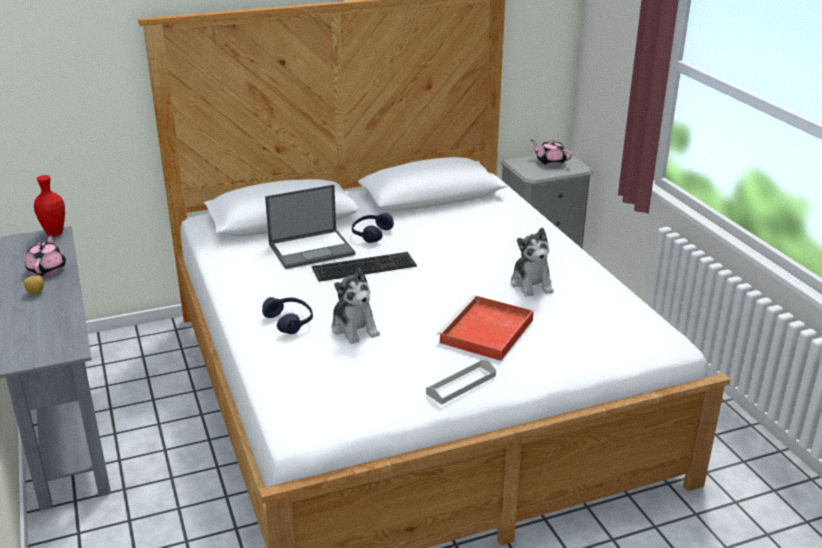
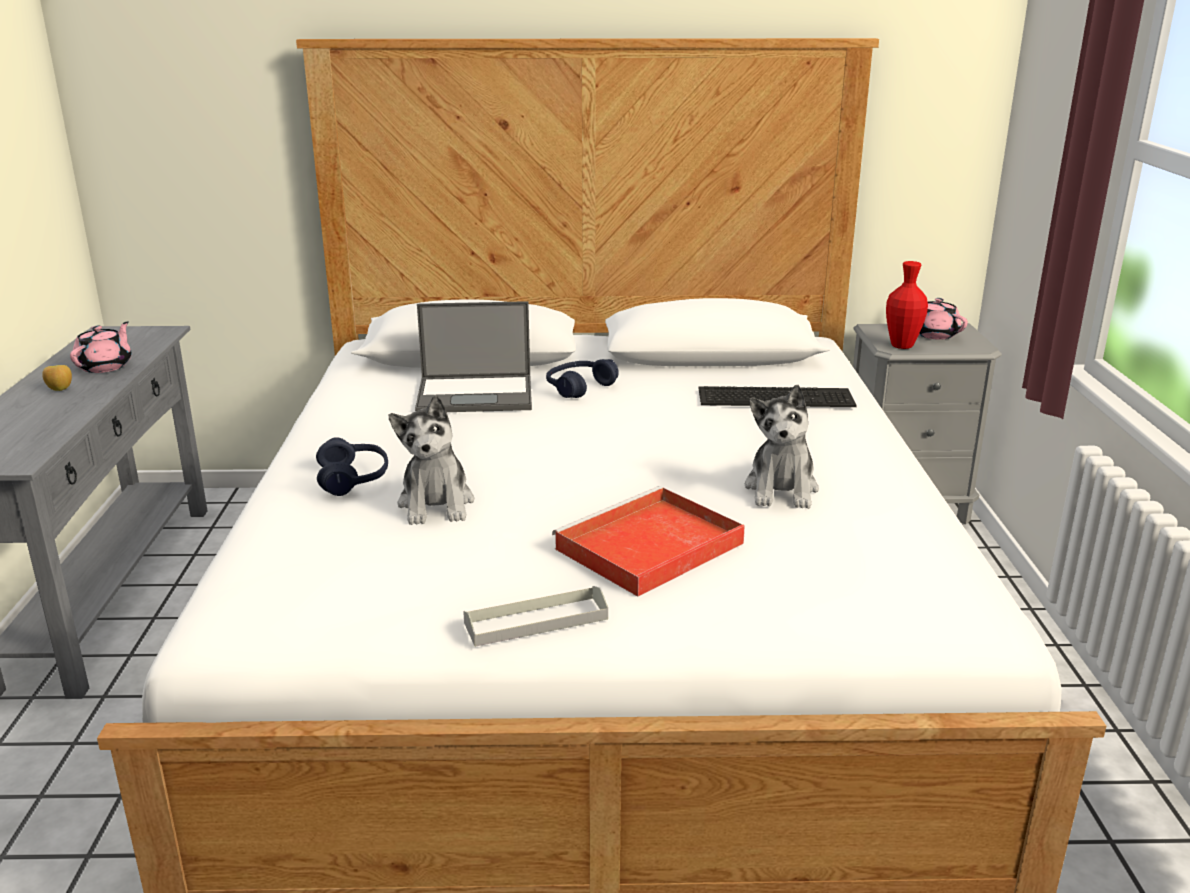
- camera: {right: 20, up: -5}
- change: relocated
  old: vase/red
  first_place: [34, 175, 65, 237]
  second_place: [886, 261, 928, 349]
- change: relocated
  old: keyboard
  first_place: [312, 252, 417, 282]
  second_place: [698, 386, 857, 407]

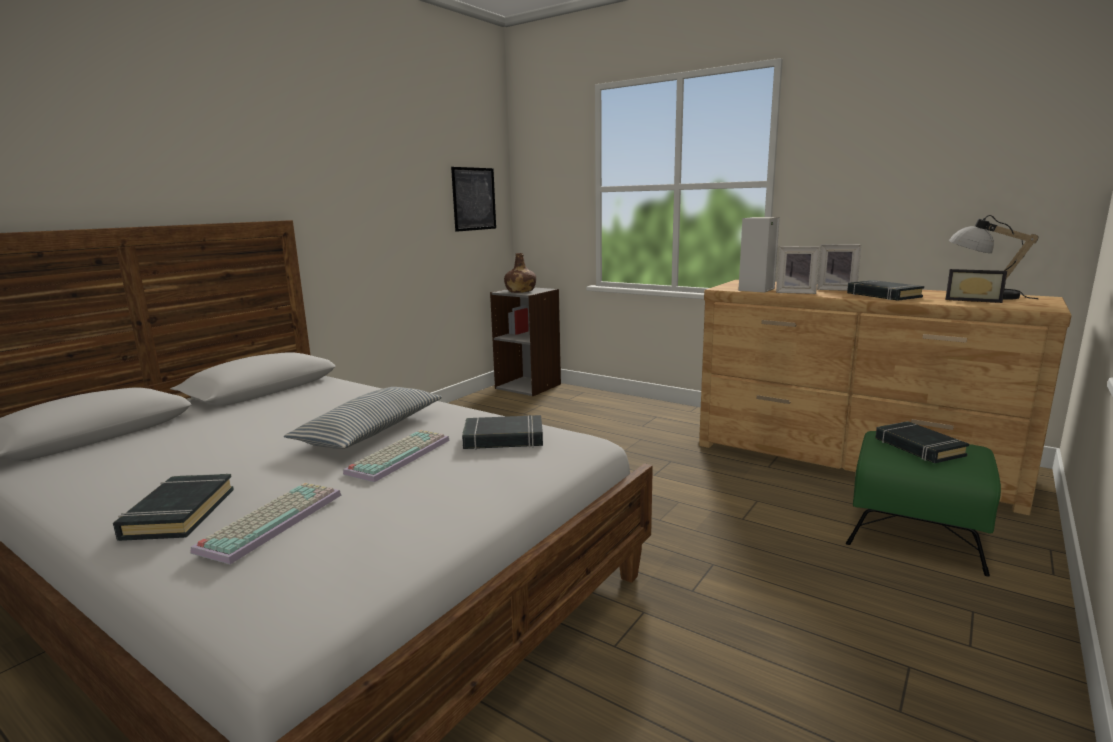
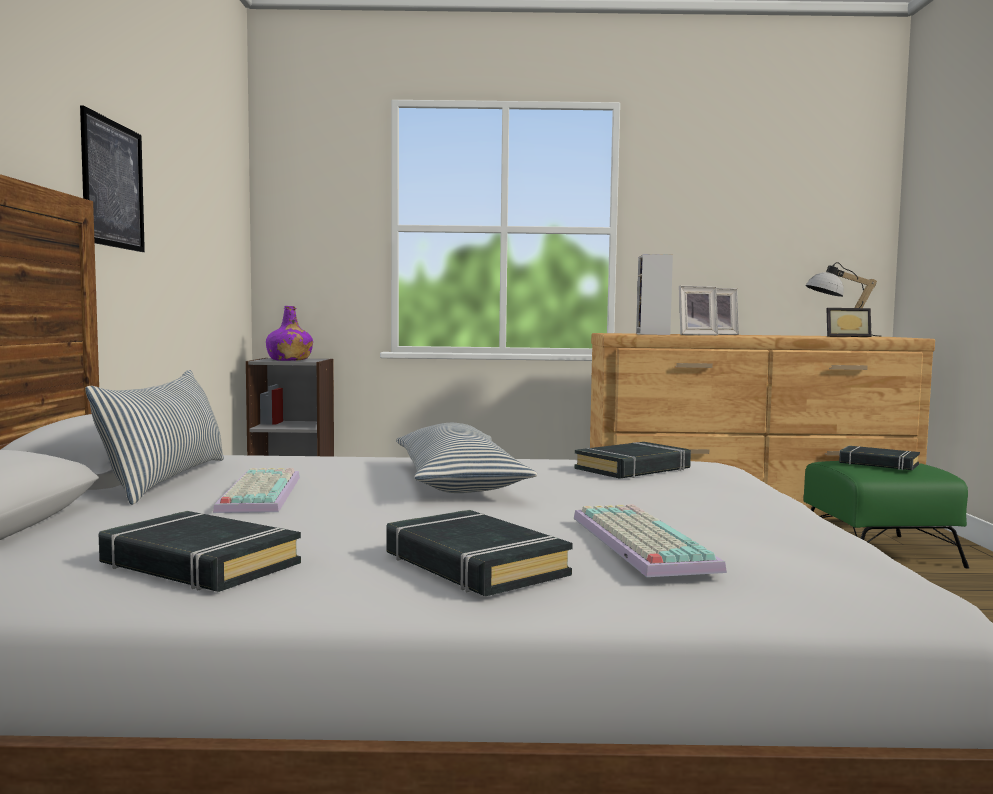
- camera: {right: -35, up: -10}
- change: relocated
  old: picture
  first_place: [451, 167, 496, 232]
  second_place: [80, 105, 145, 252]
- change: colour
  old: bottle/brown
  new: bottle/purple
  first_place: [504, 253, 536, 293]
  second_place: [266, 306, 313, 361]
- change: relocated
  old: book/black
  first_place: [847, 280, 924, 301]
  second_place: [99, 511, 301, 592]
- change: relocated
  old: keyboard
  first_place: [343, 430, 450, 482]
  second_place: [213, 468, 300, 513]
- change: appeared
  new: pillow
  second_place: [85, 370, 224, 505]

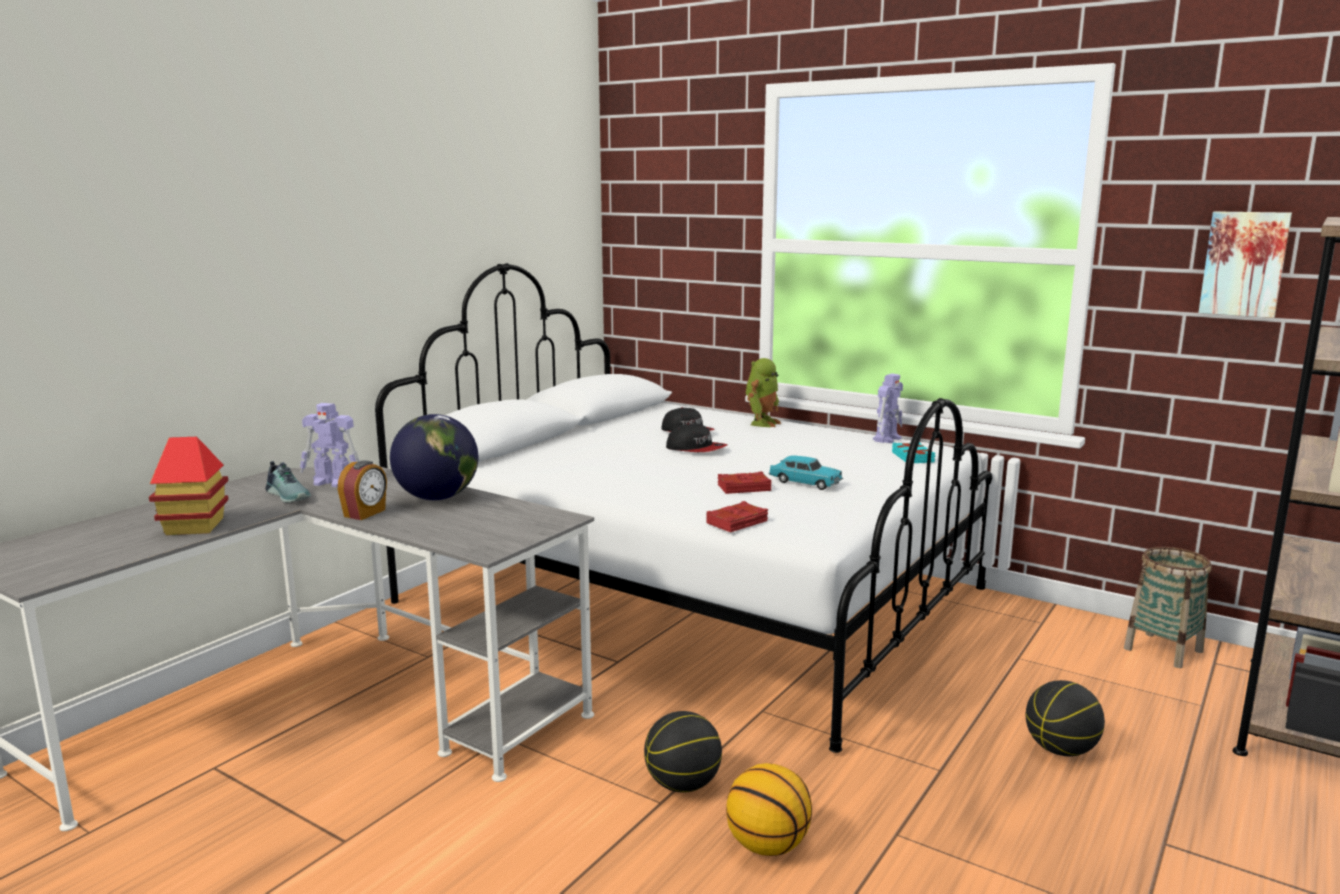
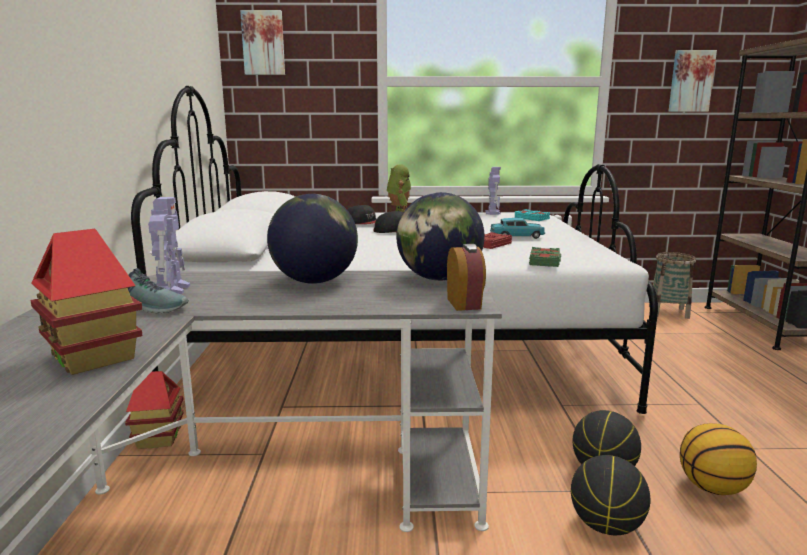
- camera: {right: -35, up: 0}
- change: spun
  old: toy robot
  first_place: [300, 403, 359, 487]
  second_place: [148, 197, 190, 294]
  degrees: -75
- change: relocated
  old: alarm clock
  first_place: [338, 460, 387, 520]
  second_place: [447, 244, 486, 311]
- change: colour
  old: book/red
  new: book/green
  first_place: [706, 501, 768, 532]
  second_place: [529, 247, 561, 267]
- change: relocated
  old: basketball
  first_place: [1026, 680, 1105, 756]
  second_place: [571, 455, 650, 535]
- change: appeared
  new: picture
  second_place: [240, 10, 285, 75]
- change: appeared
  new: globe
  second_place: [396, 192, 485, 281]
- change: appeared
  new: toy house
  second_place: [125, 371, 184, 449]

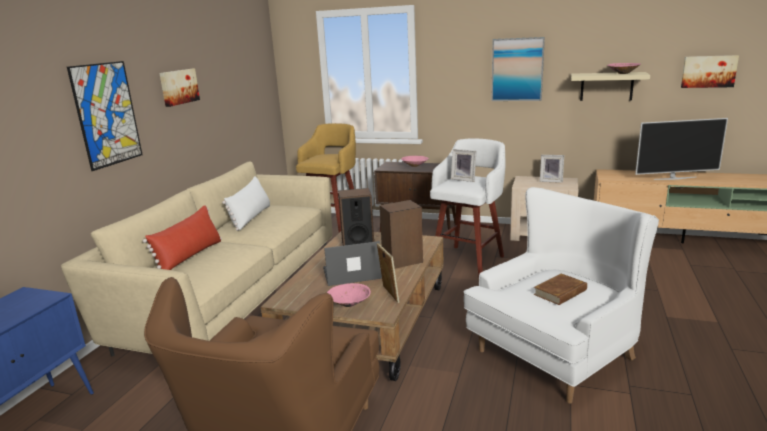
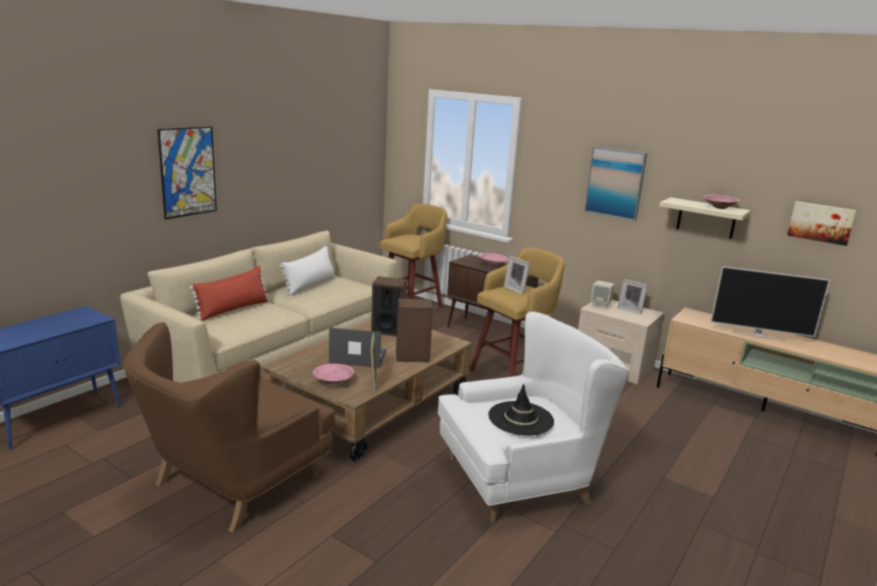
- camera: {right: 15, up: 0}
- change: missing
  old: picture
  first_place: [159, 69, 200, 107]
- change: colour
  old: stool/white
  new: stool/yellow
  first_place: [430, 139, 505, 277]
  second_place: [470, 247, 565, 377]
- change: exchanged
  old: book/brown
  new: hat/black
  first_place: [533, 273, 587, 305]
  second_place: [488, 384, 554, 436]
- change: appeared
  new: speaker/beige
  second_place: [591, 281, 615, 308]

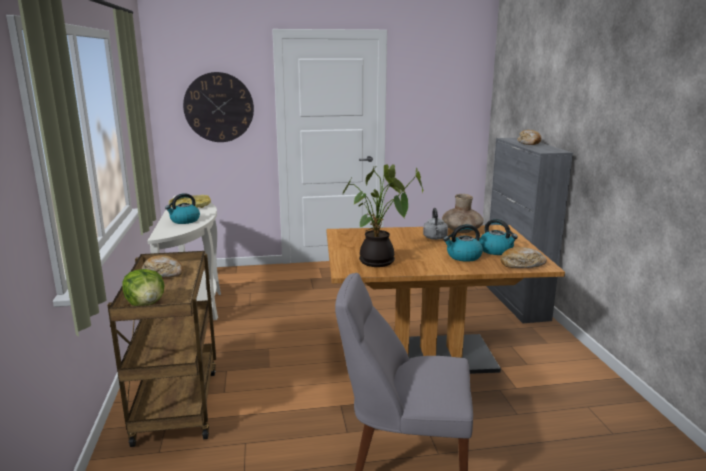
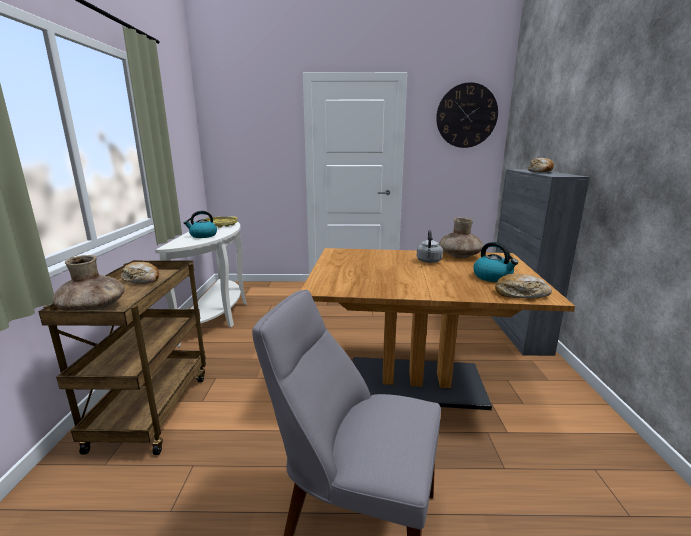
- camera: {right: 10, up: 0}
- change: relocated
  old: wall clock
  first_place: [183, 72, 254, 142]
  second_place: [436, 82, 498, 148]
- change: missing
  old: potted plant
  first_place: [342, 164, 423, 267]
- change: missing
  old: kettle
  first_place: [443, 224, 483, 262]
- change: exchanged
  old: lettuce
  new: vase/brown
  first_place: [122, 269, 165, 306]
  second_place: [52, 255, 125, 311]

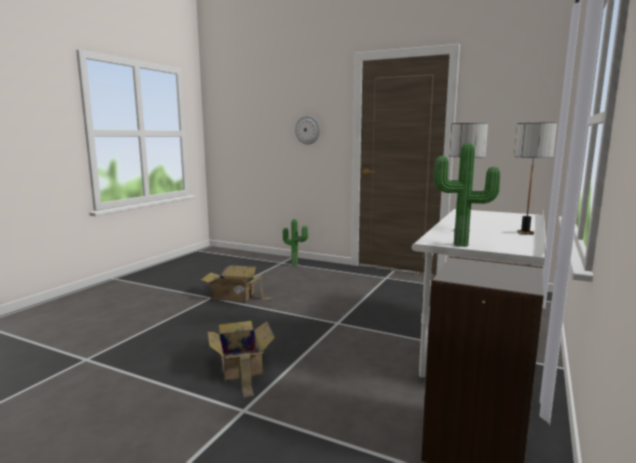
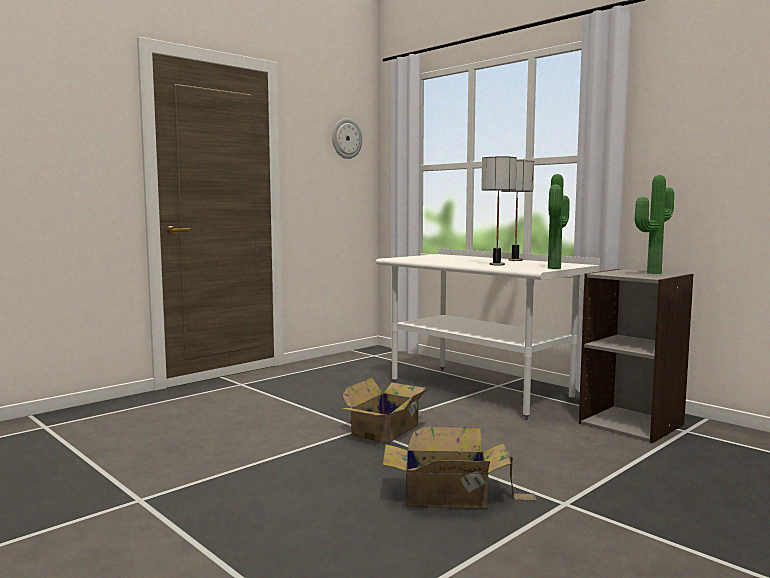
- camera: {right: -70, up: -5}
- change: relocated
  old: wall clock
  first_place: [295, 115, 320, 145]
  second_place: [332, 118, 362, 159]
- change: relocated
  old: potted plant
  first_place: [283, 219, 308, 266]
  second_place: [635, 175, 674, 274]
- change: relocated
  old: cardboard box
  first_place: [200, 265, 273, 302]
  second_place: [341, 377, 431, 443]

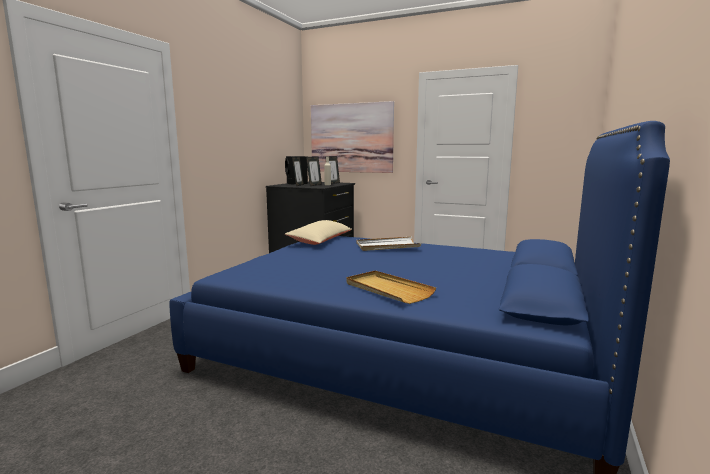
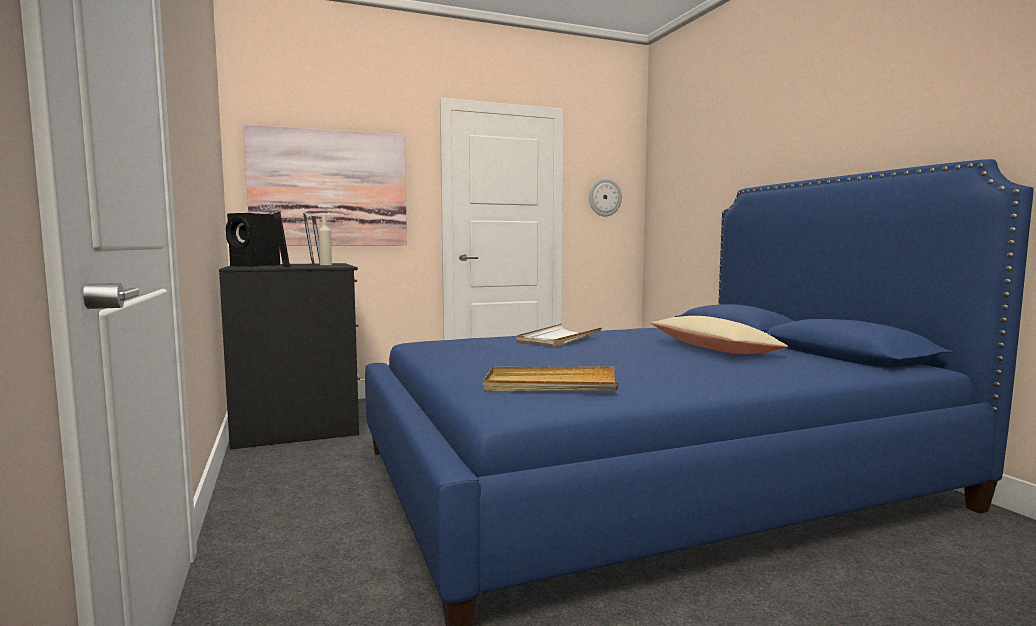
- camera: {right: -45, up: -5}
- change: relocated
  old: pillow/beige
  first_place: [285, 220, 352, 245]
  second_place: [651, 316, 789, 354]
- change: relocated
  old: tray/beige
  first_place: [346, 270, 436, 304]
  second_place: [483, 367, 618, 391]
- change: appeared
  new: wall clock
  second_place: [589, 178, 622, 216]

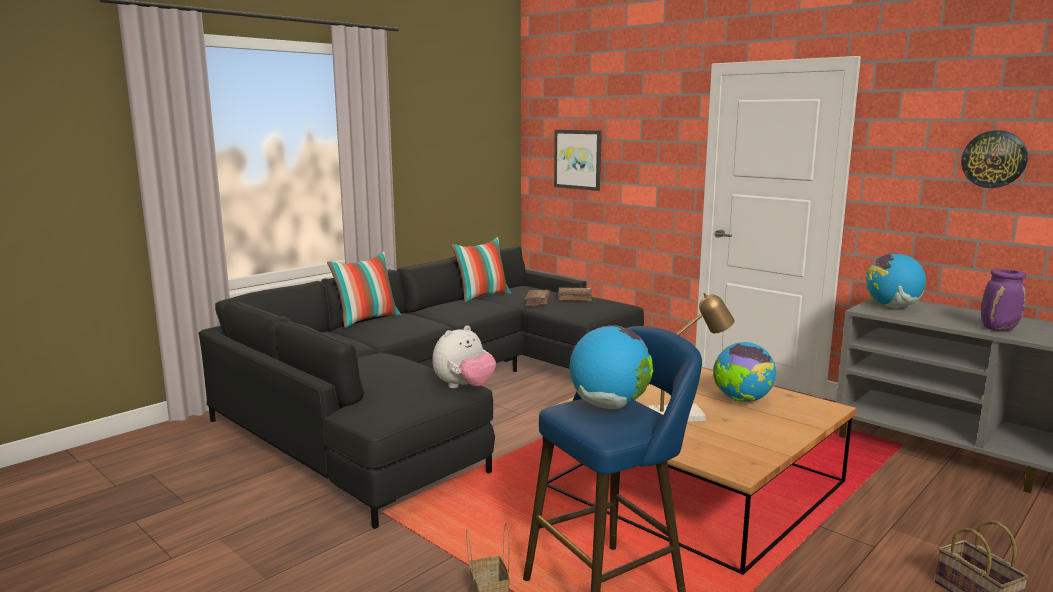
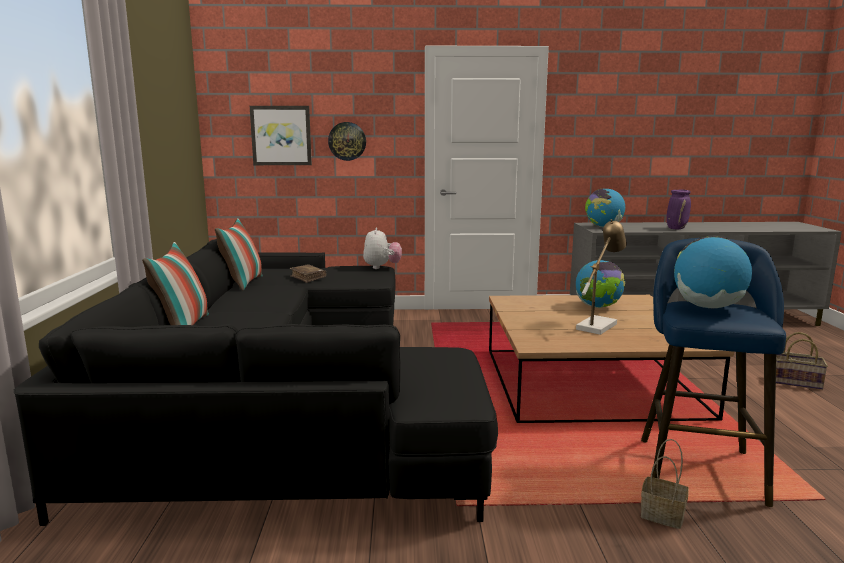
- camera: {right: -45, up: 0}
- change: relocated
  old: wall clock
  first_place: [961, 130, 1028, 188]
  second_place: [328, 122, 366, 161]
- change: missing
  old: book/brown
  first_place: [558, 287, 592, 302]
- change: relocated
  old: plush toy
  first_place: [432, 325, 496, 388]
  second_place: [363, 228, 402, 269]

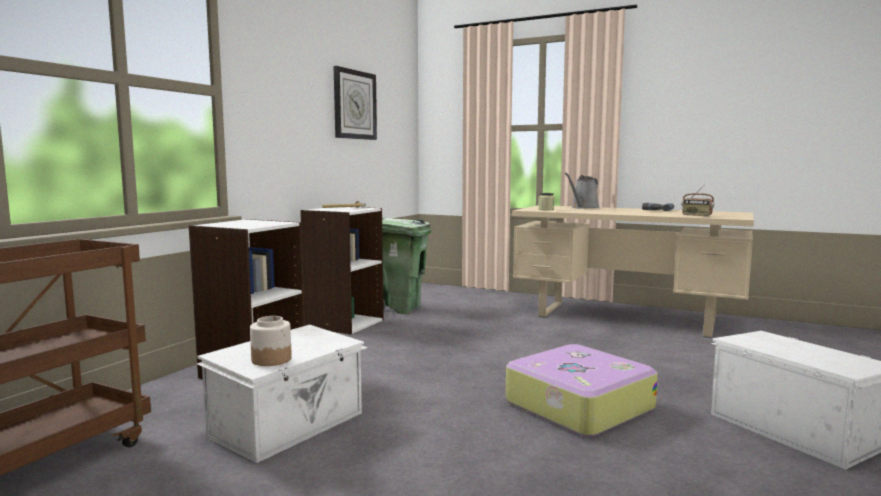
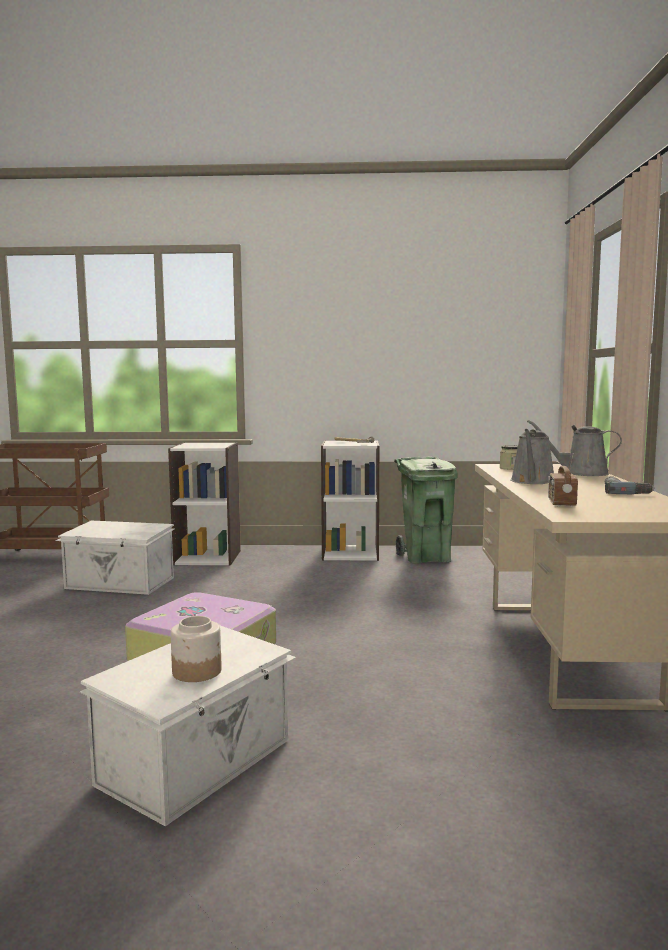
- camera: {right: 65, up: 0}
- change: missing
  old: wall clock
  first_place: [334, 66, 377, 140]
- change: relocated
  old: jar
  first_place: [250, 316, 292, 366]
  second_place: [170, 616, 222, 682]
- change: appeared
  new: watering can/grey
  second_place: [510, 429, 554, 484]

